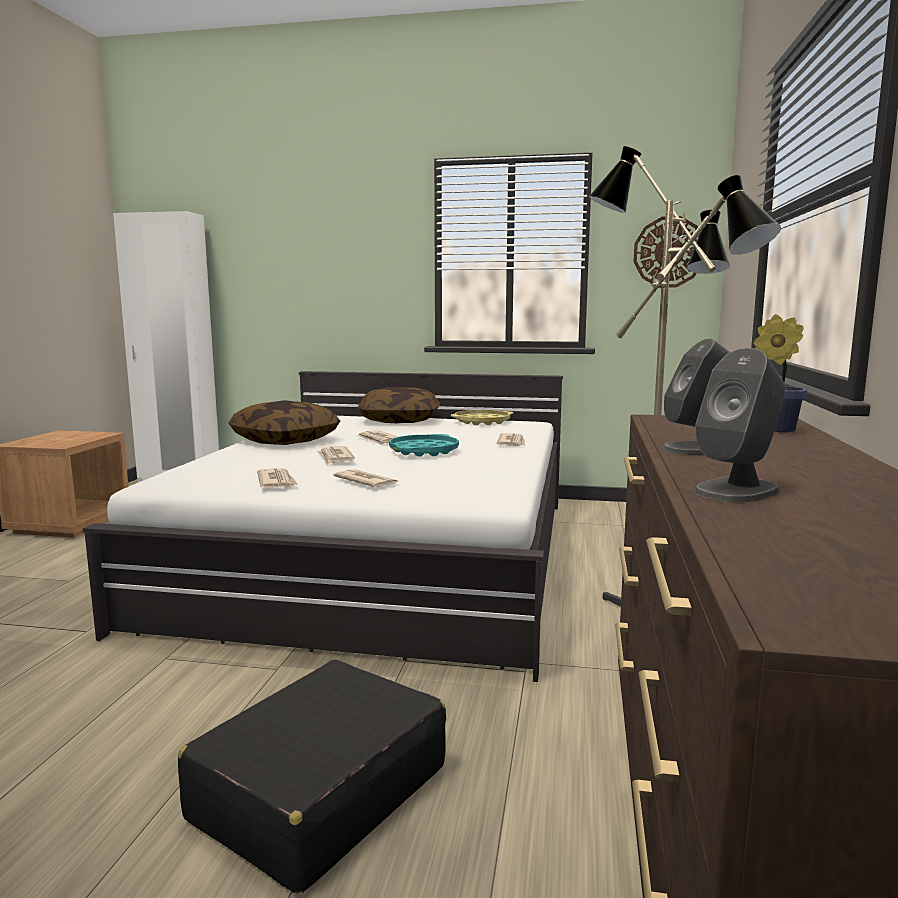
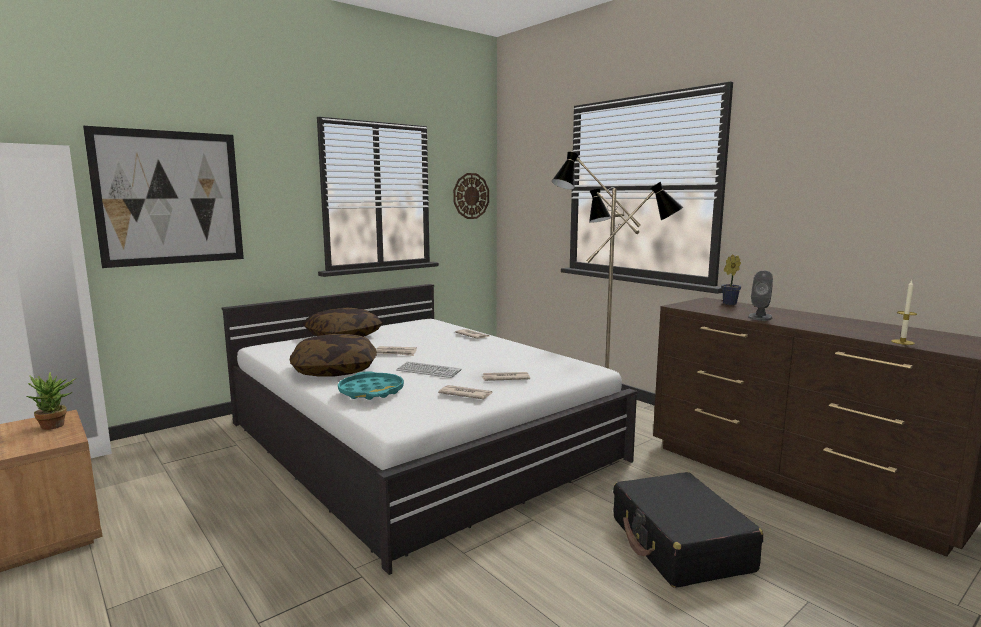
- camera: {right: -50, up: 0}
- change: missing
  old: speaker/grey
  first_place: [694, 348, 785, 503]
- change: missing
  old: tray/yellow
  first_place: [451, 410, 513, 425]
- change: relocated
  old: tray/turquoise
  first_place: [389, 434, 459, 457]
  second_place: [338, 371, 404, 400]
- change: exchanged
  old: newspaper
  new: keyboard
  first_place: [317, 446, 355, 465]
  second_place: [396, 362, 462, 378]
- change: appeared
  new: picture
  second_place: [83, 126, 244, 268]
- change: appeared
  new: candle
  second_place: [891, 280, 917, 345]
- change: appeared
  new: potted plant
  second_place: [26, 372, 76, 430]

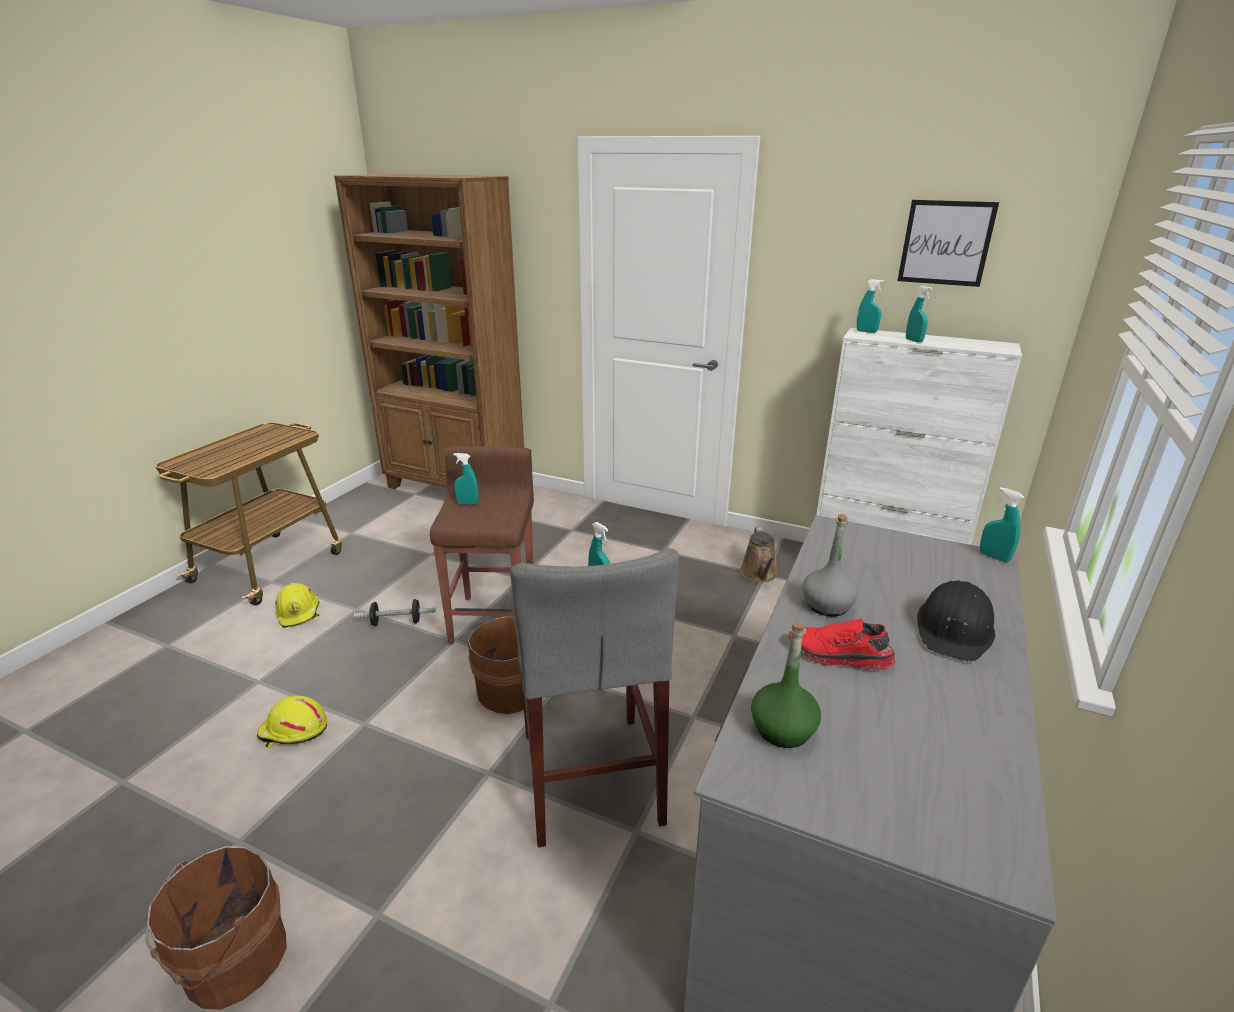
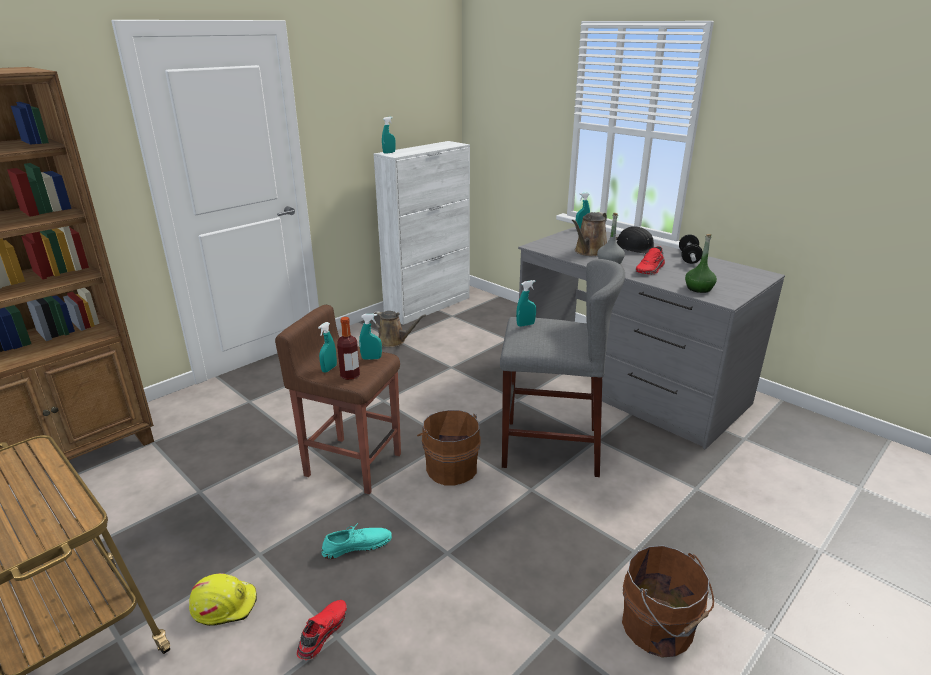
- camera: {right: -70, up: 0}
- change: missing
  old: picture
  first_place: [897, 200, 999, 287]
- change: relocated
  old: spray bottle/turquoise
  first_place: [906, 286, 932, 342]
  second_place: [359, 314, 382, 360]
- change: relocated
  old: dumbbell
  first_place: [354, 599, 436, 626]
  second_place: [679, 234, 703, 264]
- change: missing
  old: hard hat/yellow
  first_place: [257, 695, 327, 748]
- change: appeared
  new: watering can/brown
  second_place: [572, 212, 607, 256]
- change: appeared
  new: bottle
  second_place: [337, 317, 360, 380]
- change: appeared
  new: shoe/turquoise
  second_place: [321, 523, 392, 559]
- change: appeared
  new: shoe/red
  second_place: [297, 600, 347, 660]

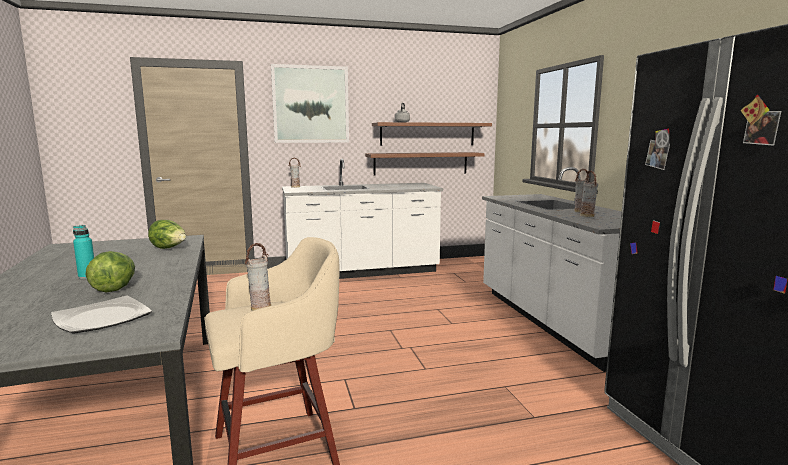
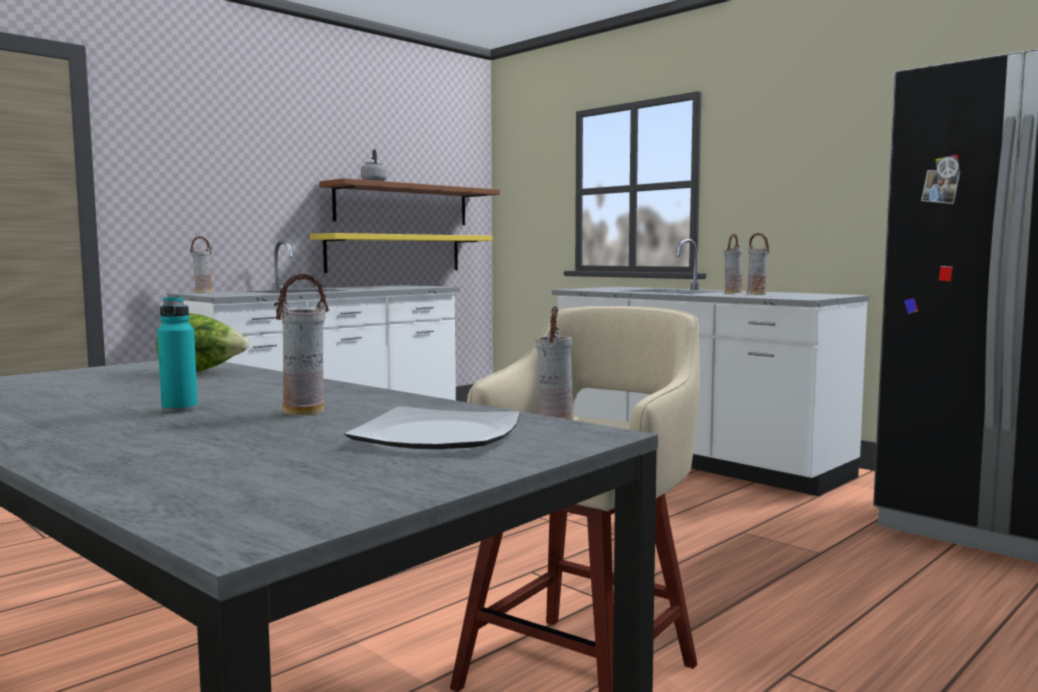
- camera: {right: -30, up: -5}
- change: missing
  old: picture
  first_place: [271, 64, 349, 143]
- change: colour
  old: shelf/brown
  new: shelf/yellow
  first_place: [365, 152, 485, 176]
  second_place: [310, 233, 493, 273]
- change: exchanged
  old: lettuce
  new: vase
  first_place: [85, 251, 135, 292]
  second_place: [274, 273, 329, 416]

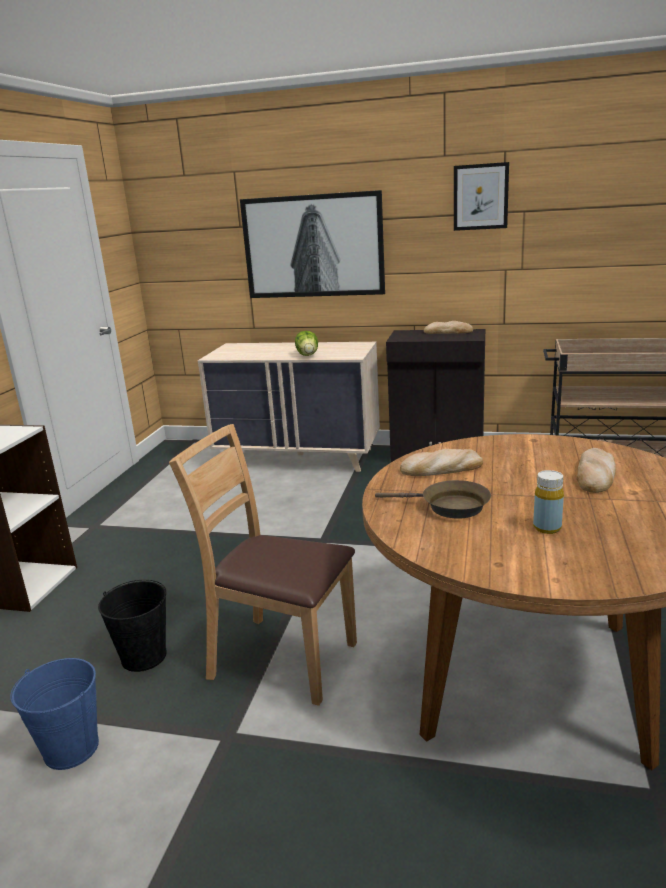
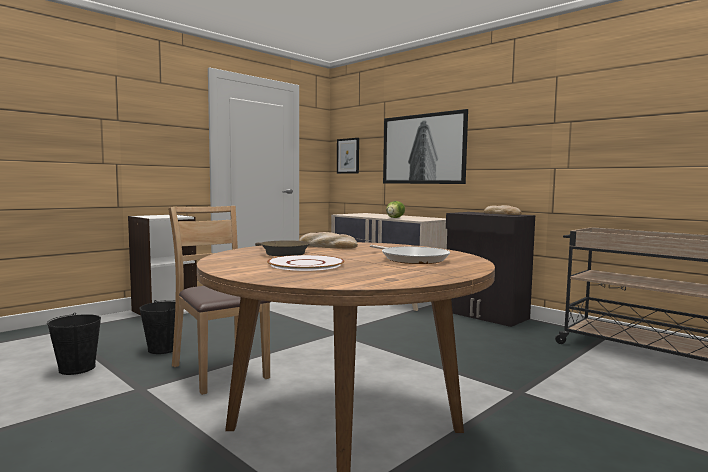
- camera: {right: 30, up: -15}
- change: relocated
  old: picture
  first_place: [454, 162, 509, 231]
  second_place: [337, 138, 359, 174]
- change: exchanged
  old: bread
  new: frying pan
  first_place: [576, 448, 616, 493]
  second_place: [370, 245, 450, 264]
- change: exchanged
  old: bottle/yellow
  new: plate/white
  first_place: [533, 470, 564, 534]
  second_place: [267, 255, 344, 271]
- change: colour
  old: bucket/blue
  new: bucket/black
  first_place: [10, 658, 99, 770]
  second_place: [47, 313, 101, 375]

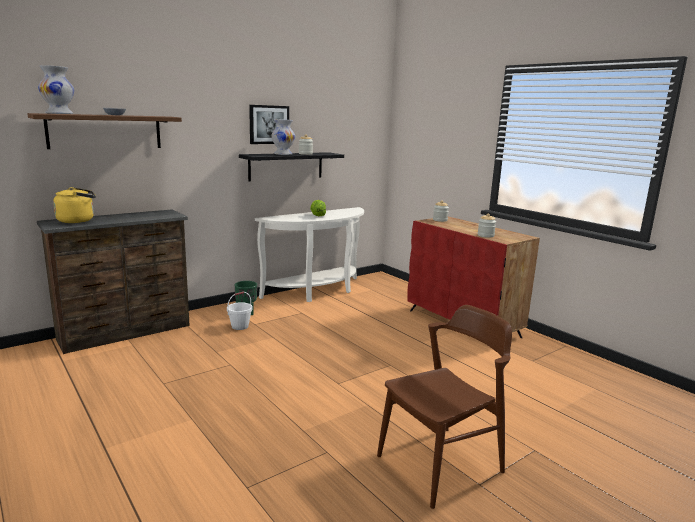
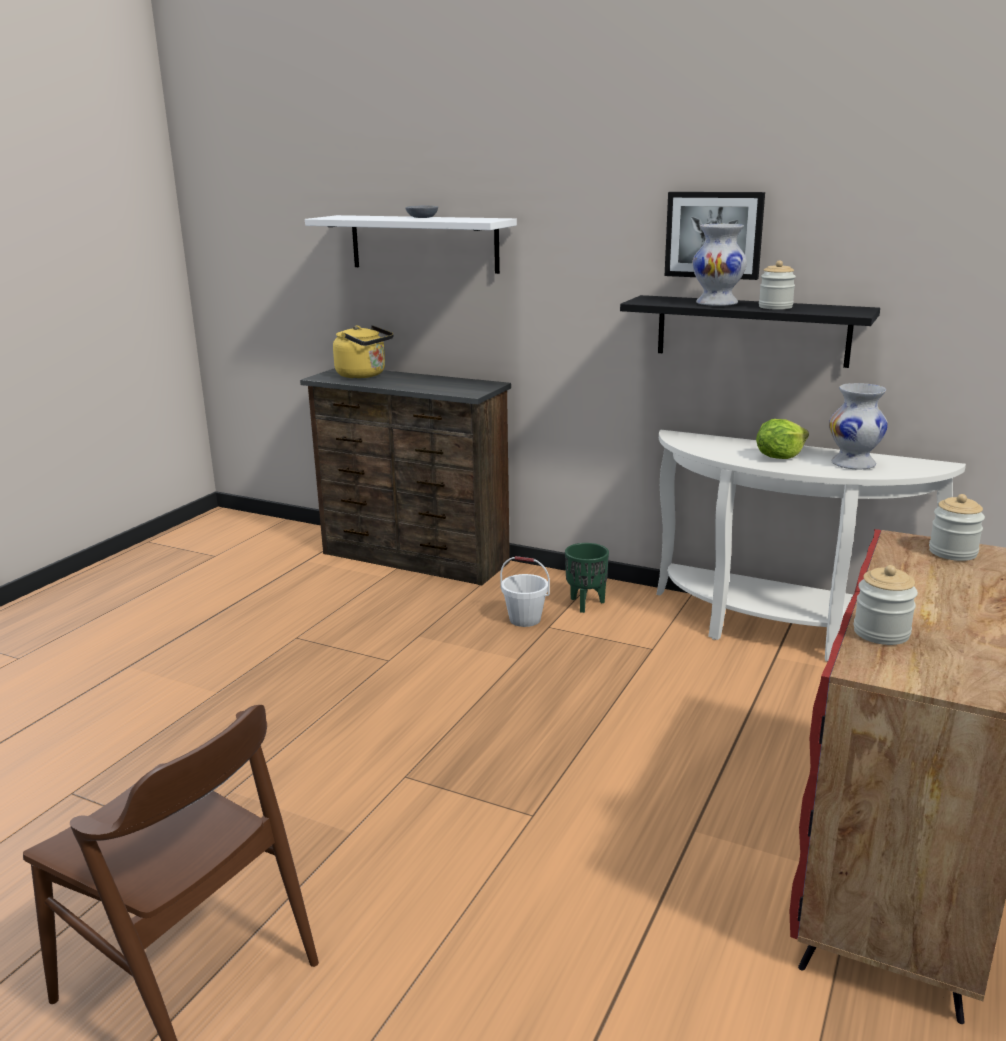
- camera: {right: 65, up: 5}
- change: relocated
  old: vase/white
  first_place: [38, 65, 74, 114]
  second_place: [829, 383, 888, 470]
- change: colour
  old: shelf/brown
  new: shelf/white
  first_place: [27, 113, 182, 149]
  second_place: [305, 215, 517, 274]

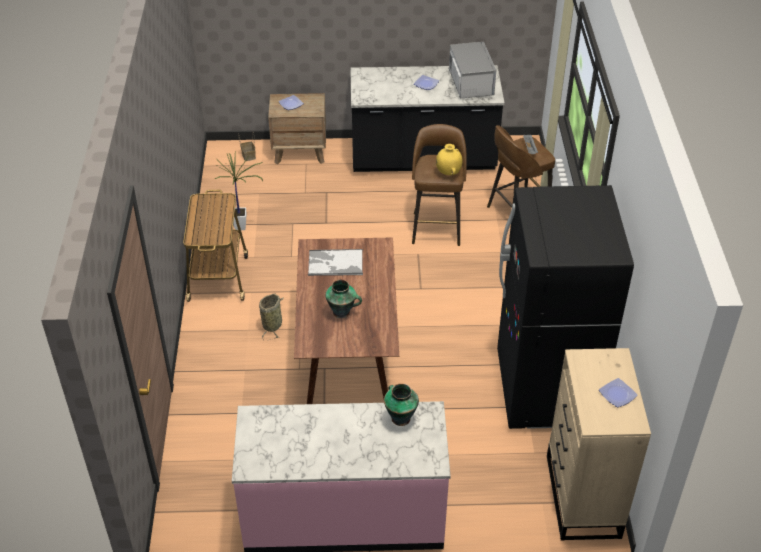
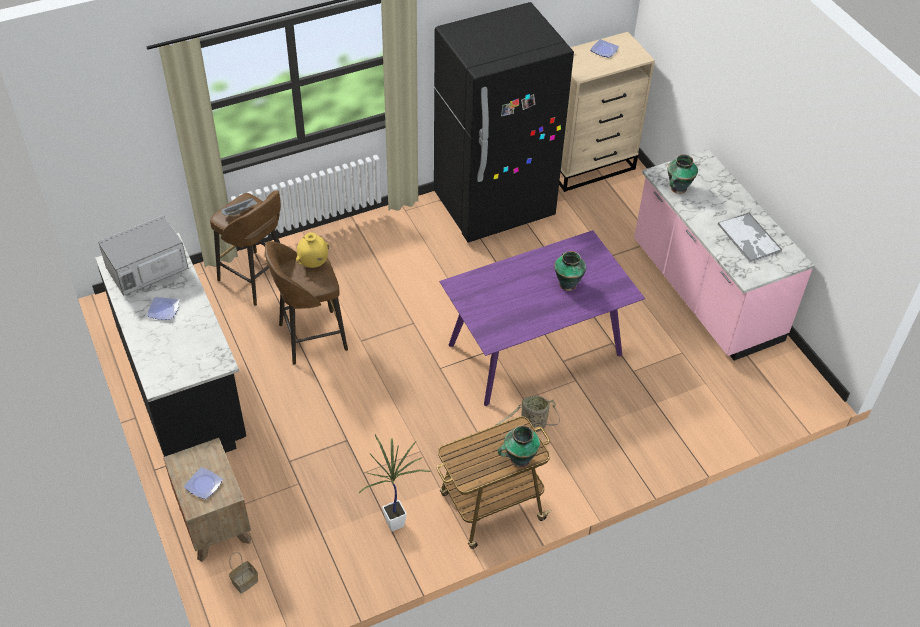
- camera: {right: -115, up: 5}
- change: colour
  old: dining table/brown
  new: dining table/purple
  first_place: [294, 238, 399, 404]
  second_place: [439, 230, 645, 406]
- change: relocated
  old: tray
  first_place: [308, 249, 363, 276]
  second_place: [717, 212, 782, 262]
- change: appeared
  new: vase
  second_place: [498, 425, 540, 468]

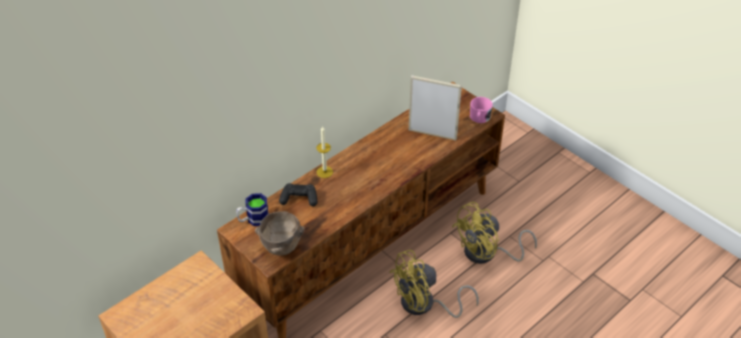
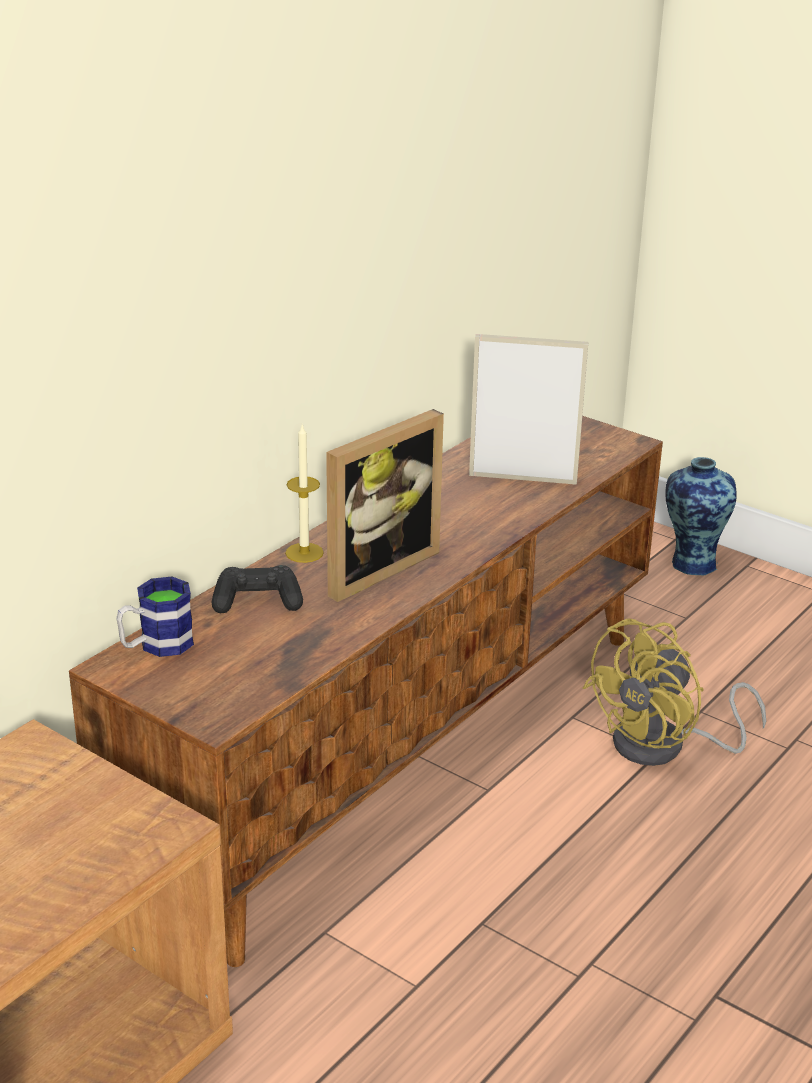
- camera: {right: -10, up: -15}
- change: missing
  old: mug/pink
  first_place: [470, 97, 493, 123]
- change: missing
  old: bowl/brown
  first_place: [255, 211, 305, 256]
- change: missing
  old: fan/yellow
  first_place: [389, 250, 479, 318]
- change: appeared
  new: picture frame
  second_place: [326, 409, 444, 602]
- change: appeared
  new: vase
  second_place: [665, 457, 736, 575]

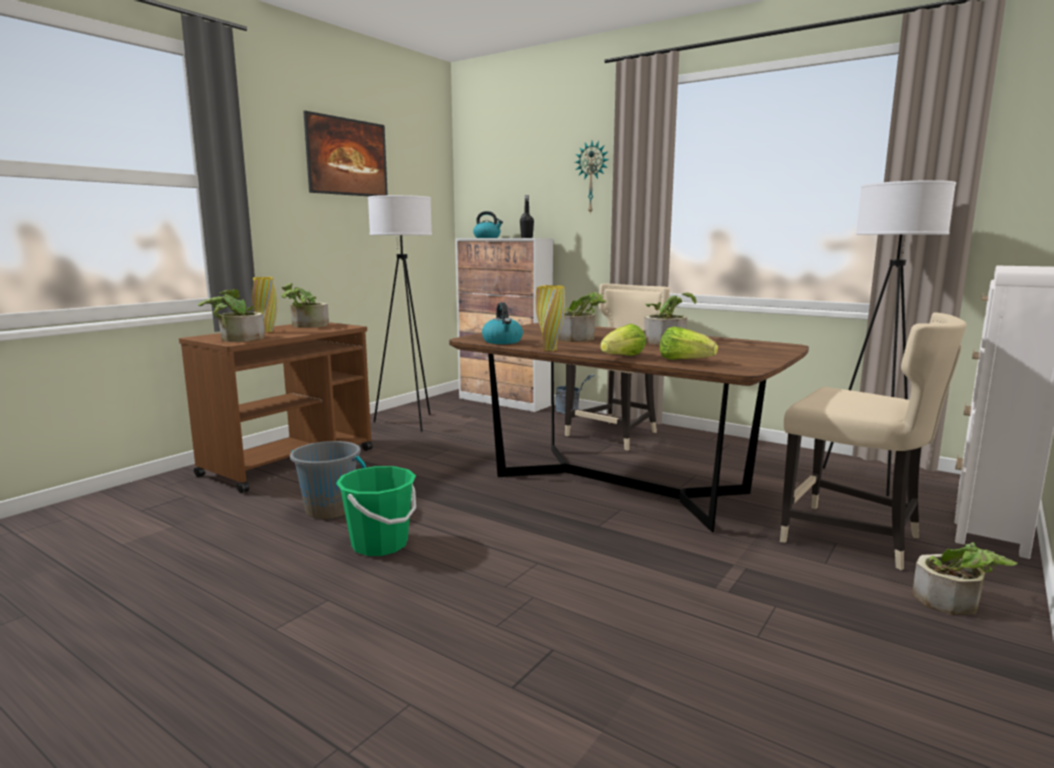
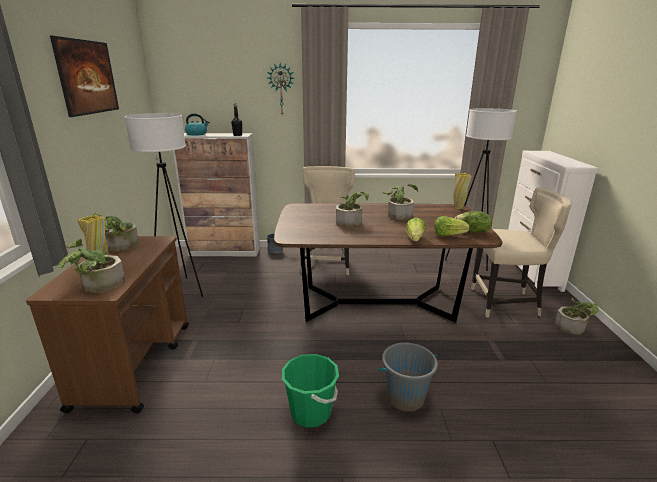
- camera: {right: -35, up: 10}
- change: relocated
  old: vase/yellow
  first_place: [535, 285, 565, 351]
  second_place: [453, 173, 471, 209]
- change: missing
  old: kettle
  first_place: [482, 302, 523, 344]
- change: relocated
  old: bucket/grey
  first_place: [290, 441, 366, 519]
  second_place: [378, 342, 438, 412]
- change: appeared
  new: lettuce
  second_place: [455, 211, 492, 233]

